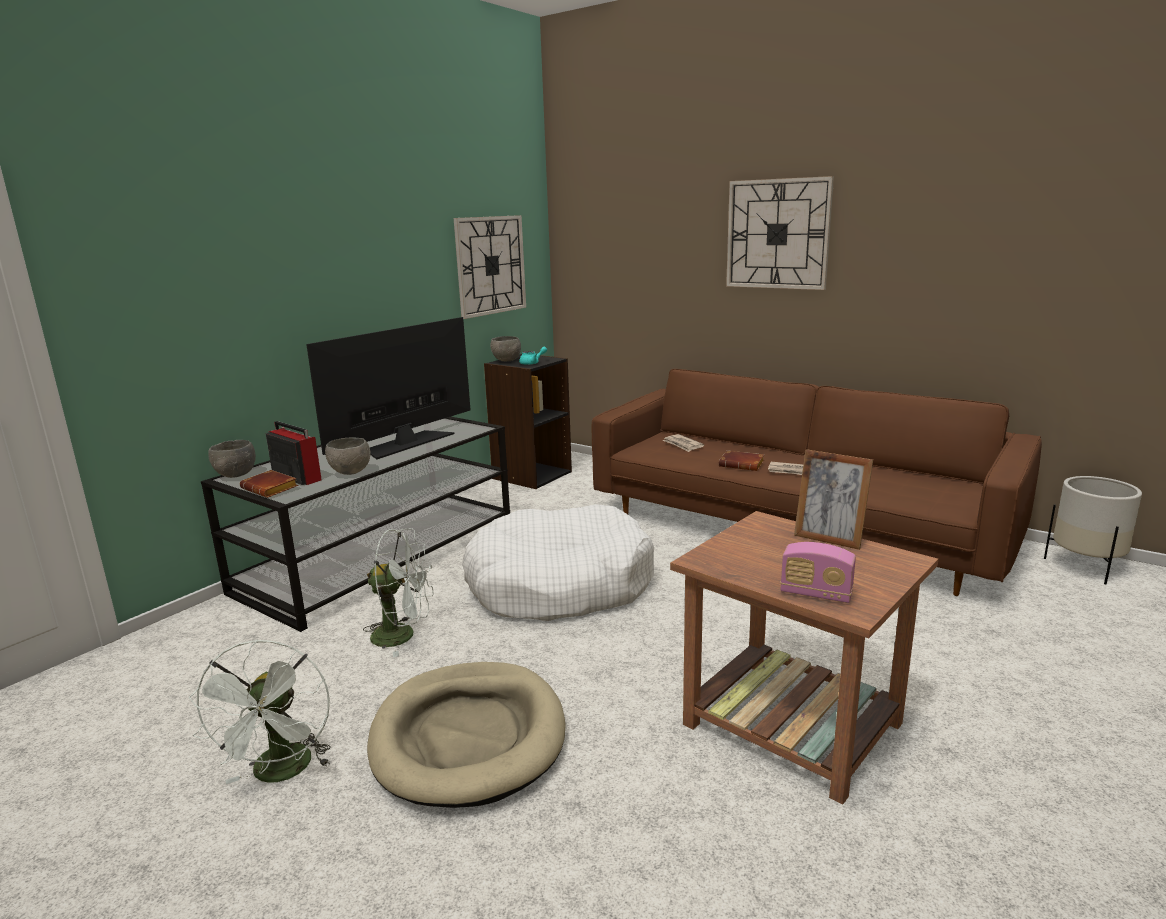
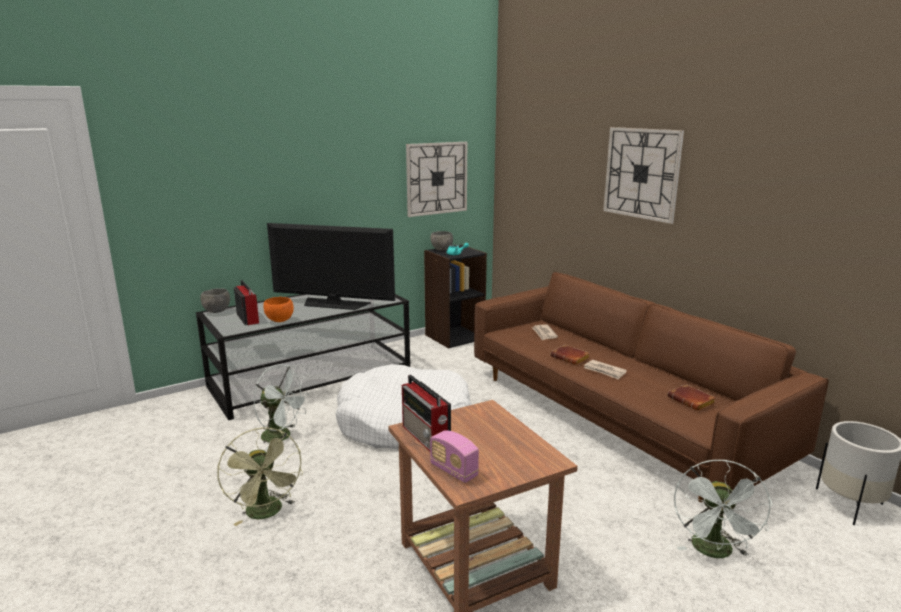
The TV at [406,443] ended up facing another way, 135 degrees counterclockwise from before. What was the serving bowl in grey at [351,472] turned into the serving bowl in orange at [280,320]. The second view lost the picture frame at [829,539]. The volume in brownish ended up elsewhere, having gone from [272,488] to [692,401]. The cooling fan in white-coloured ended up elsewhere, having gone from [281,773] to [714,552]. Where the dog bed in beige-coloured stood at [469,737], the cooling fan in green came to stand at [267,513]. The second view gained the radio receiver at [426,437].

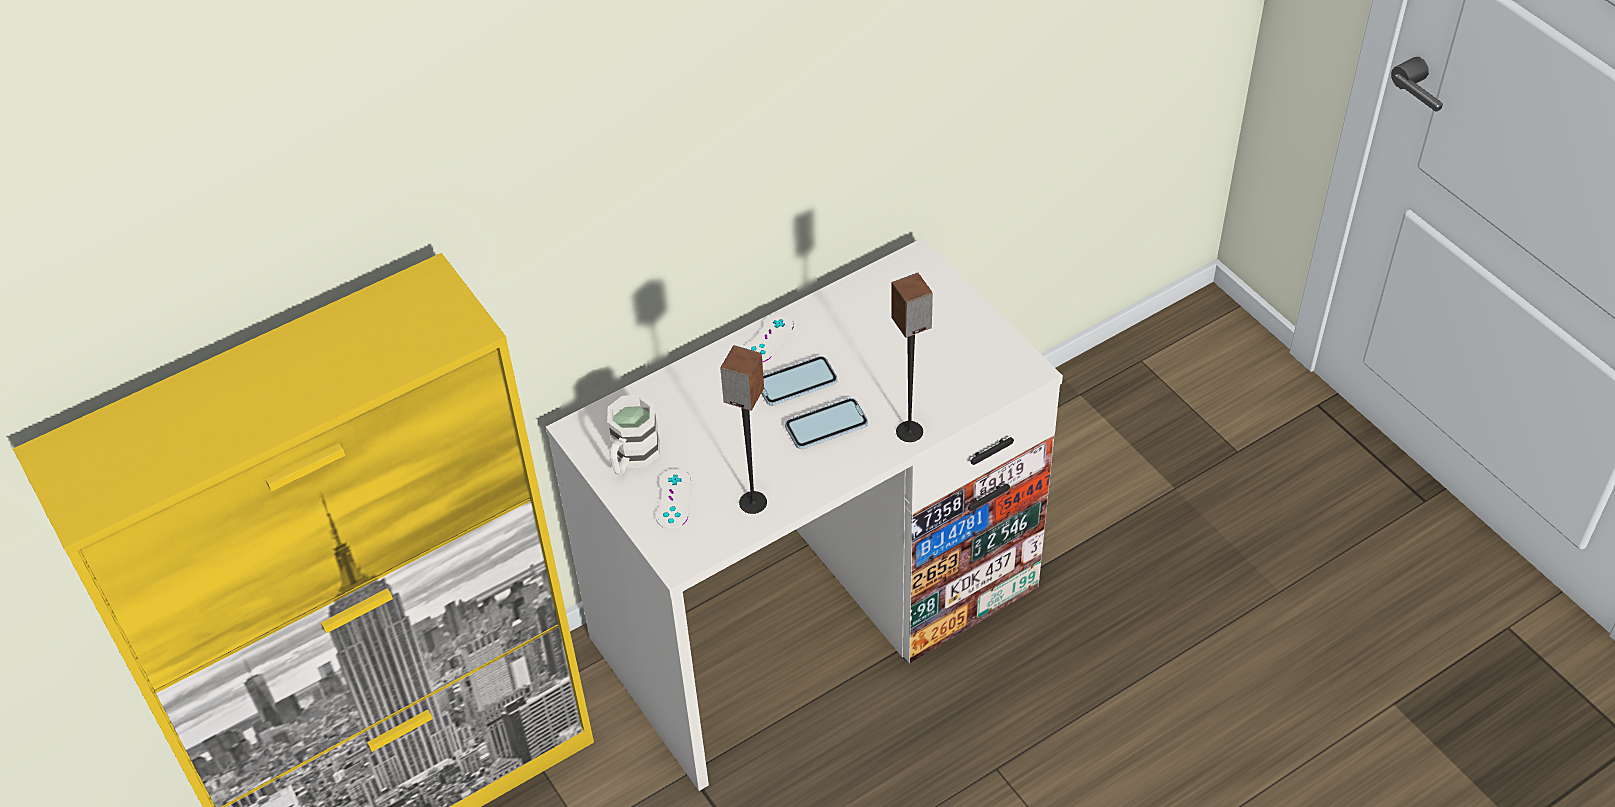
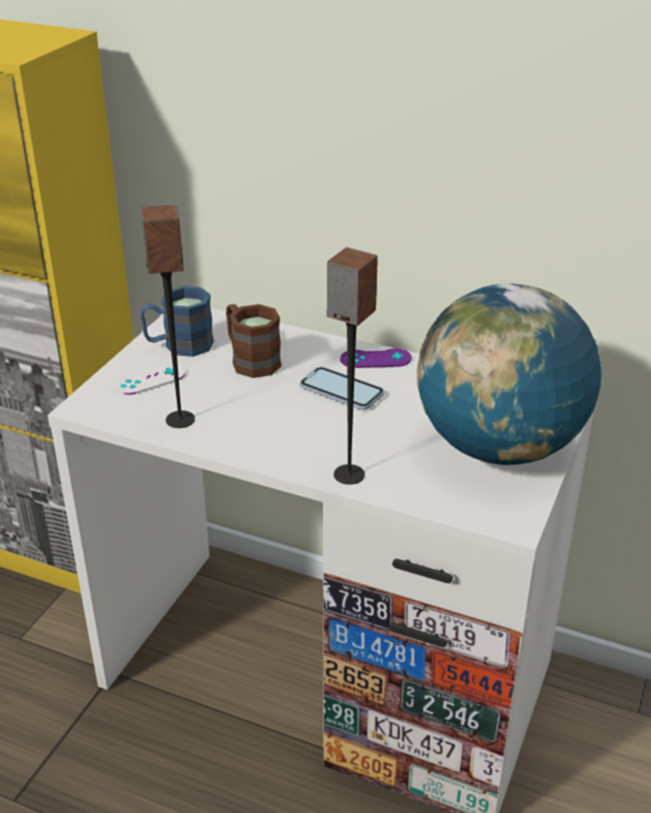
What was the gamepad in white-coloured at [768,338] turned into the gamepad in purple-coloured at [375,359]. What was the coffee mug in white-coloured at [632,457] turned into the coffee mug in bluish at [179,345]. The second view lost the handset at [826,425]. The second view gained the globe at [499,448]. The second view gained the coffee mug in brownish at [250,359].

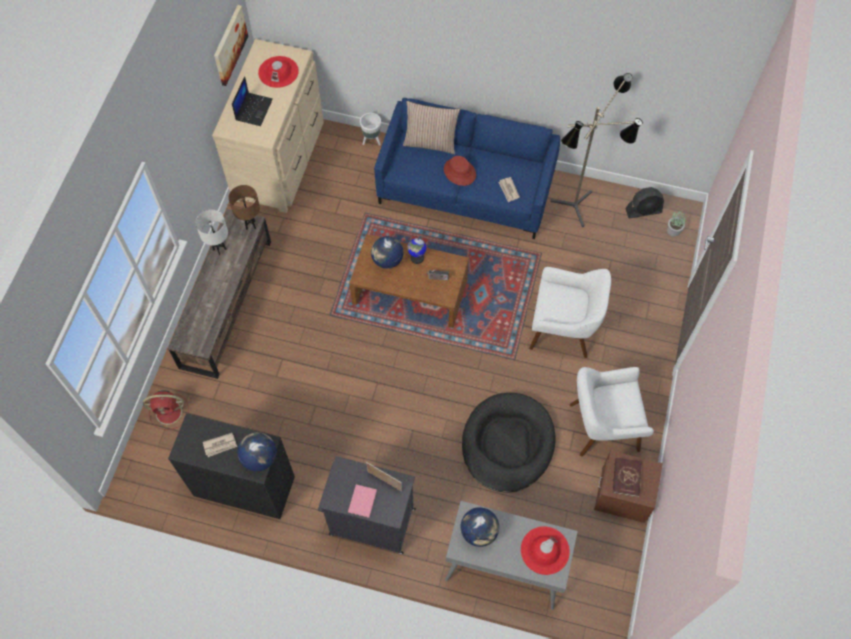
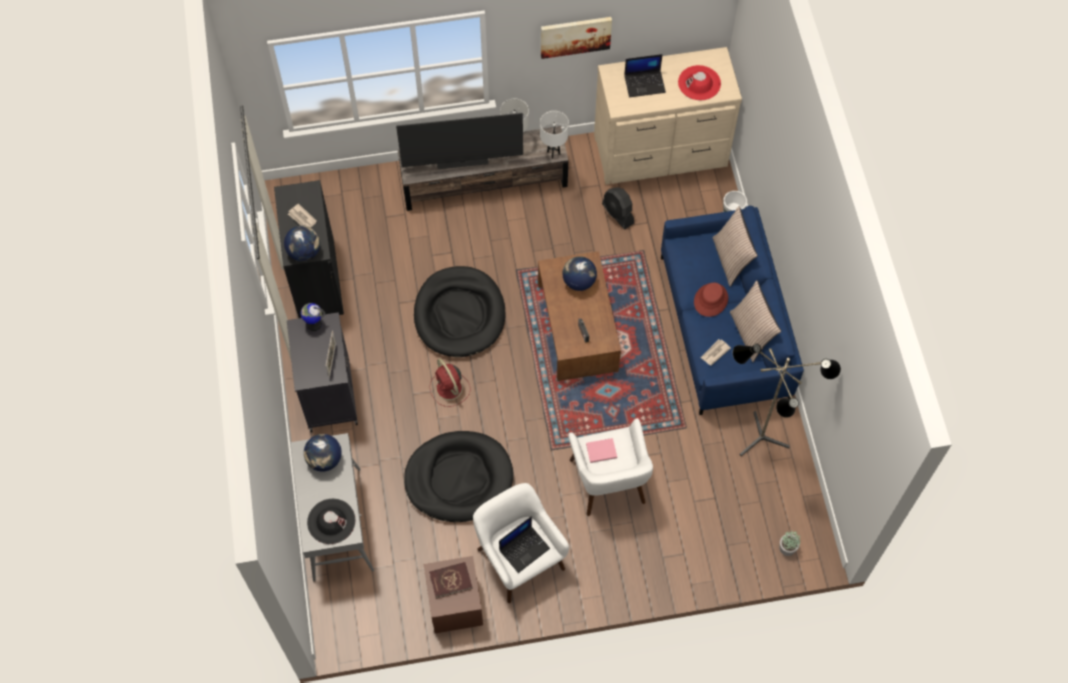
The wall art ended up elsewhere, having gone from [229,45] to [575,36]. What was the lamp for a table in brownish at [251,225] turned into the lamp for a table in white-coloured at [553,153]. The cooling fan in blackish ended up elsewhere, having gone from [643,211] to [618,214]. The globe ended up elsewhere, having gone from [417,258] to [314,324]. The cooling fan in red-coloured ended up elsewhere, having gone from [170,412] to [449,389]. The volume in pinkish ended up elsewhere, having gone from [362,502] to [600,450]. What was the wearable hat in red-coloured at [544,550] turned into the wearable hat in blackish at [331,521]. The second view gained the TV at [462,162]. The second view gained the dog bed in blackish at [459,314]. The second view gained the cushion at [751,334]. The second view gained the notebook computer at [524,548].

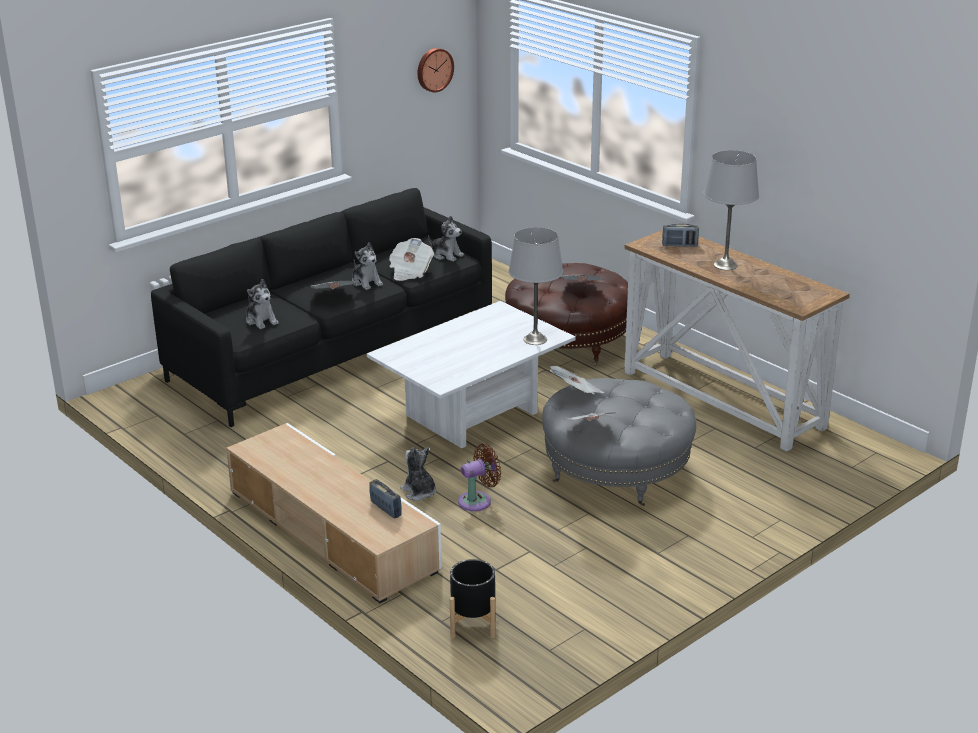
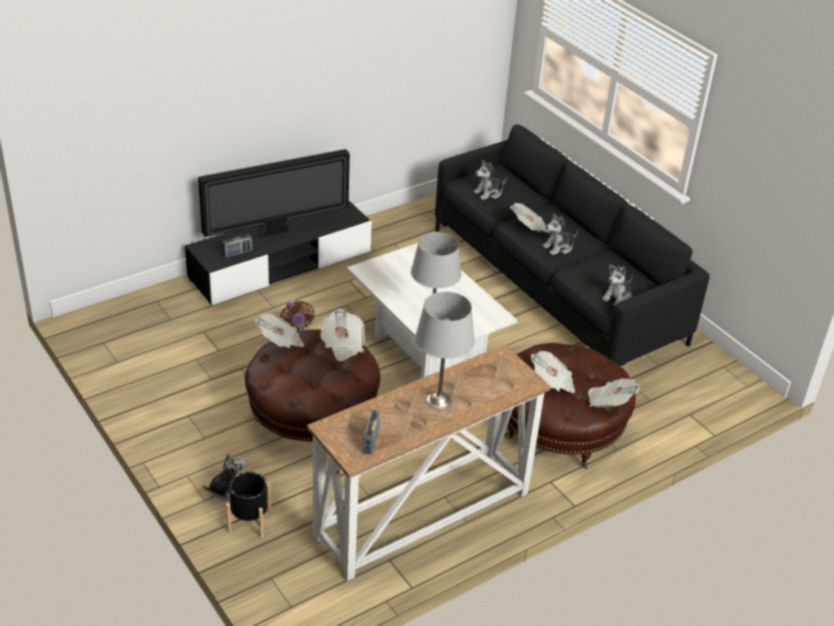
The second view lost the clock on the wall at [434,69]. The radio receiver ended up elsewhere, having gone from [679,245] to [370,440]. The newspaper ended up elsewhere, having gone from [410,272] to [609,402]. What was the ottoman in grey at [616,471] turned into the ottoman in brownish at [313,415]. What was the tv unit in beige-coloured at [332,530] turned into the tv unit in blackish at [280,265]. The plush toy ended up elsewhere, having gone from [419,492] to [227,490]. The plant pot in blackish ended up elsewhere, having gone from [472,623] to [249,521]. The second view gained the TV at [277,232].

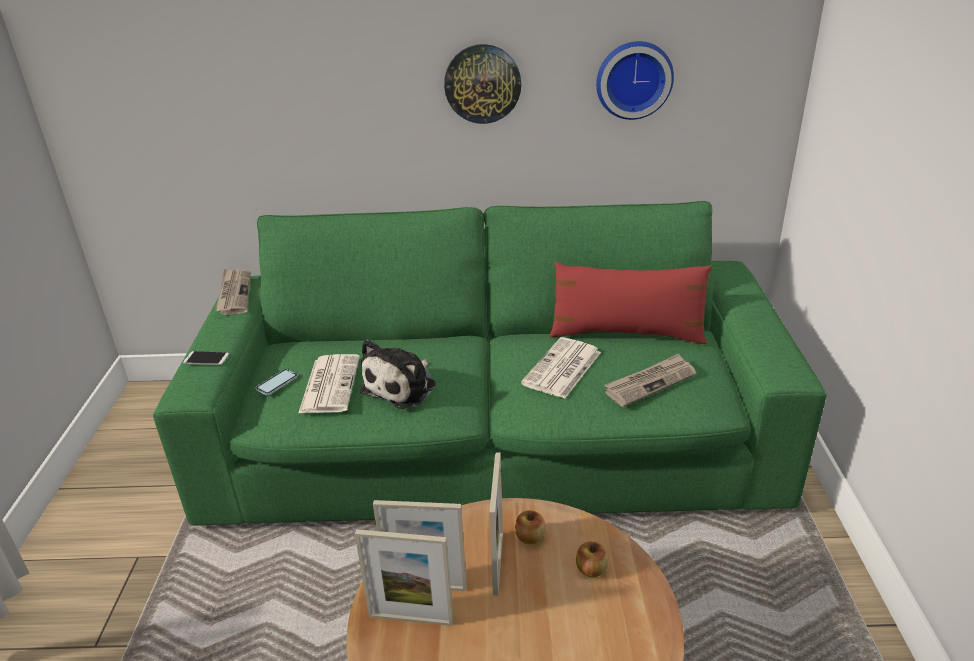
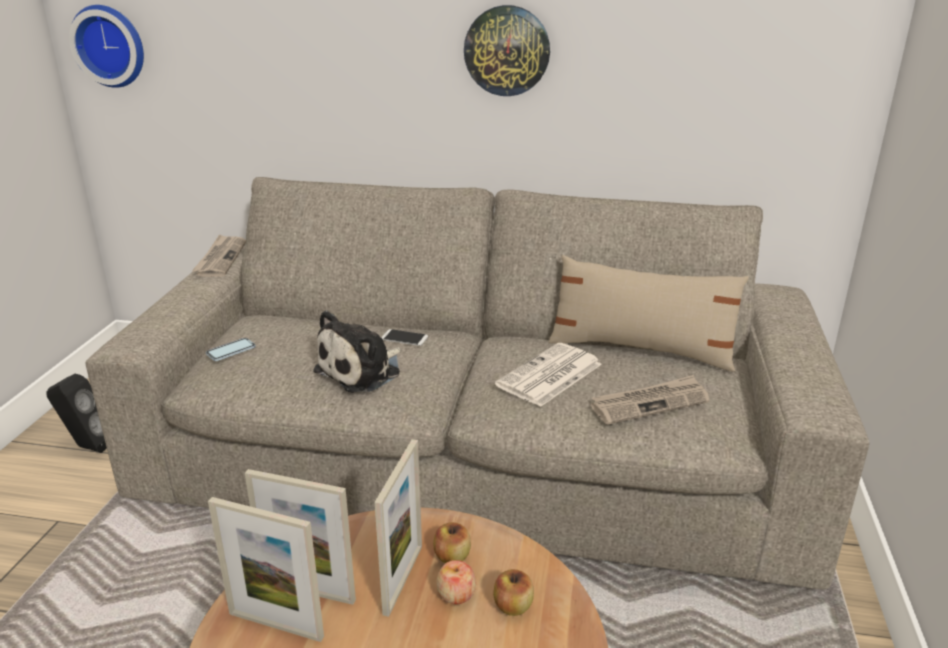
The clock on the wall ended up elsewhere, having gone from [633,79] to [111,45]. What was the couch in green at [491,443] turned into the couch in beige-coloured at [474,462]. What was the cushion in red-coloured at [626,333] turned into the cushion in beige-coloured at [640,349]. The handset ended up elsewhere, having gone from [206,359] to [404,338]. The second view lost the newspaper at [329,384]. The second view gained the audio speaker in blackish at [88,447]. The second view gained the apple fruit at [456,594].

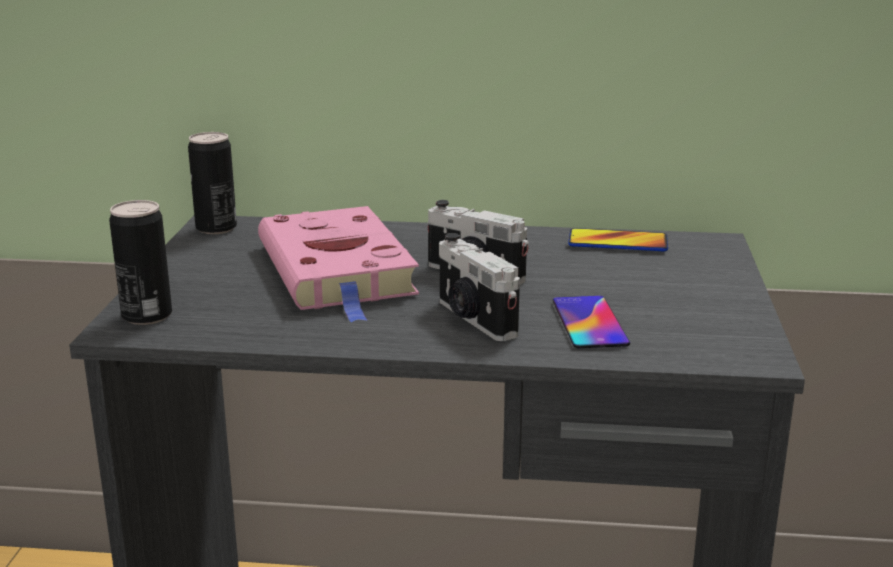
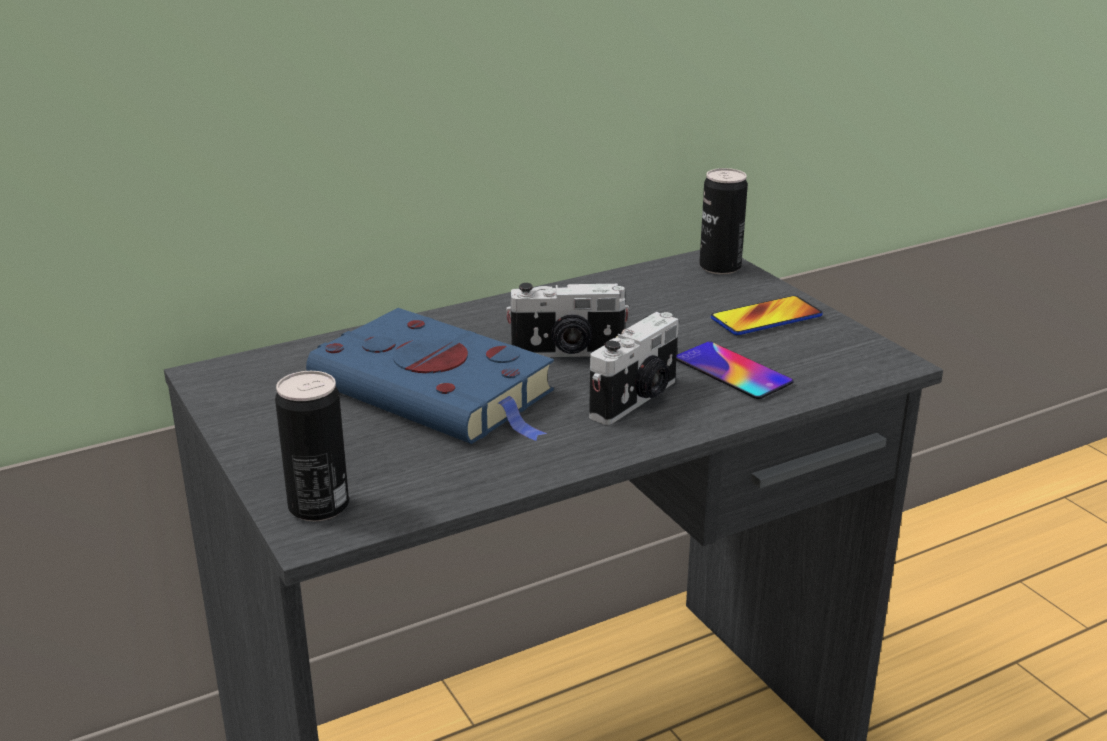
The can ended up elsewhere, having gone from [216,228] to [720,267]. What was the volume in pinkish at [338,272] turned into the volume in bluish at [438,390]. The handset ended up elsewhere, having gone from [617,242] to [766,318]. The photo camera at [474,319] ended up facing another way, 75 degrees counterclockwise from before.

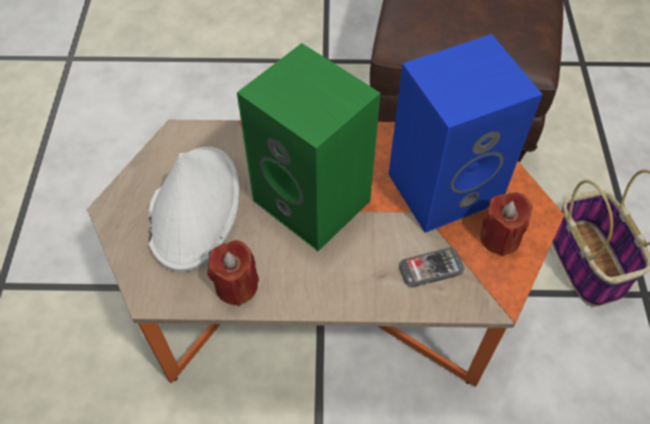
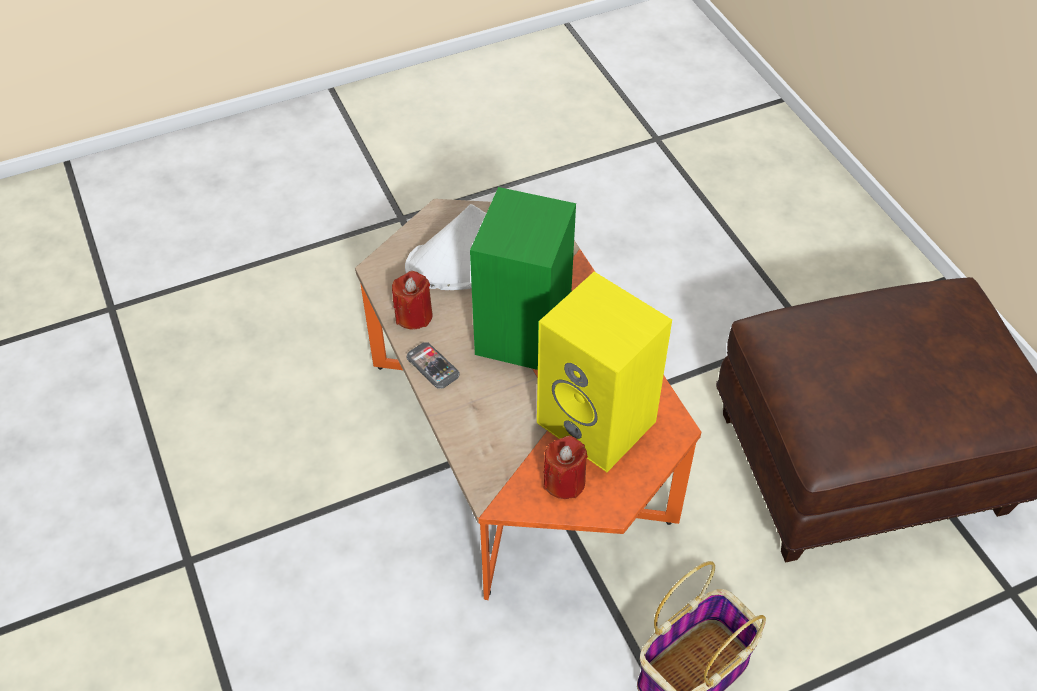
What was the audio speaker in bluish at [445,185] turned into the audio speaker in yellowish at [600,422]. The handset ended up elsewhere, having gone from [431,268] to [433,366].

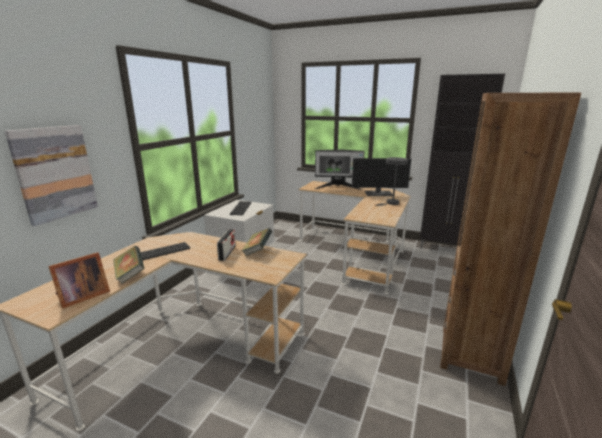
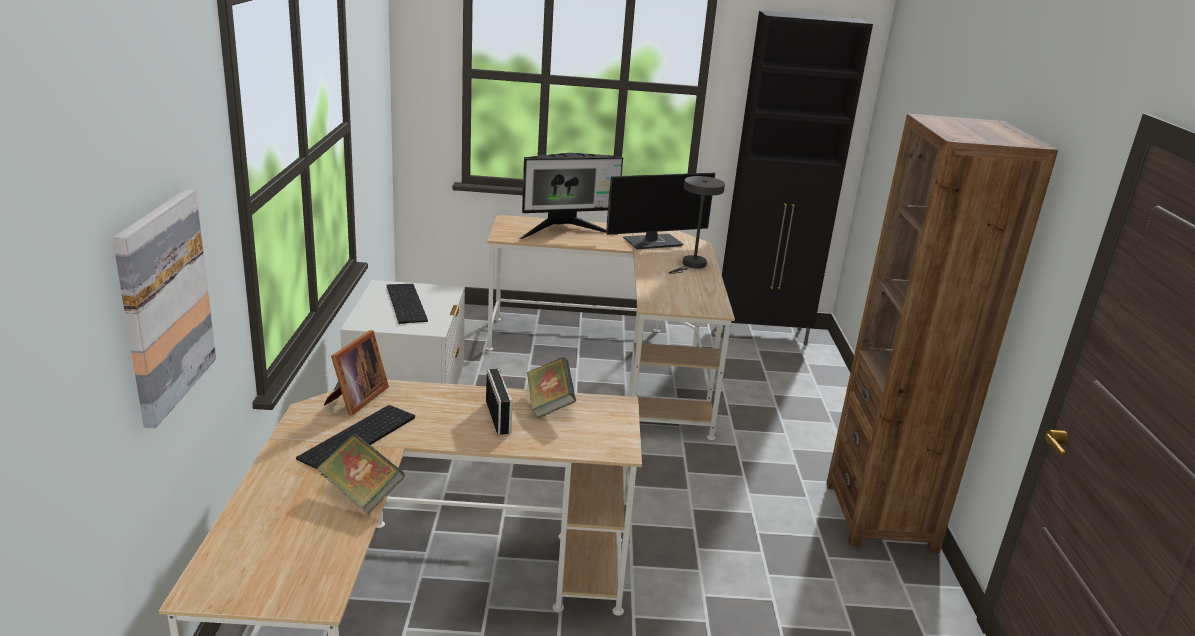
The picture frame ended up elsewhere, having gone from [82,297] to [355,399].

